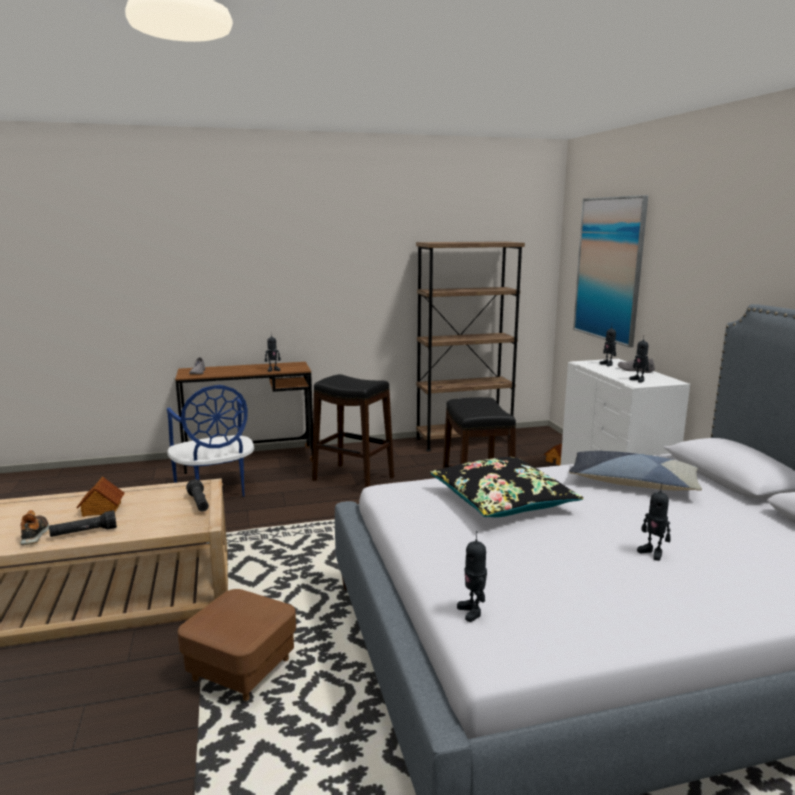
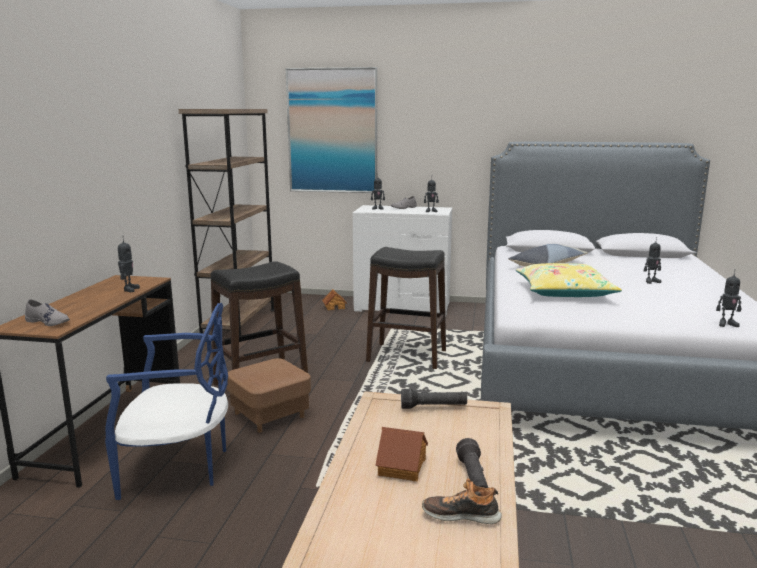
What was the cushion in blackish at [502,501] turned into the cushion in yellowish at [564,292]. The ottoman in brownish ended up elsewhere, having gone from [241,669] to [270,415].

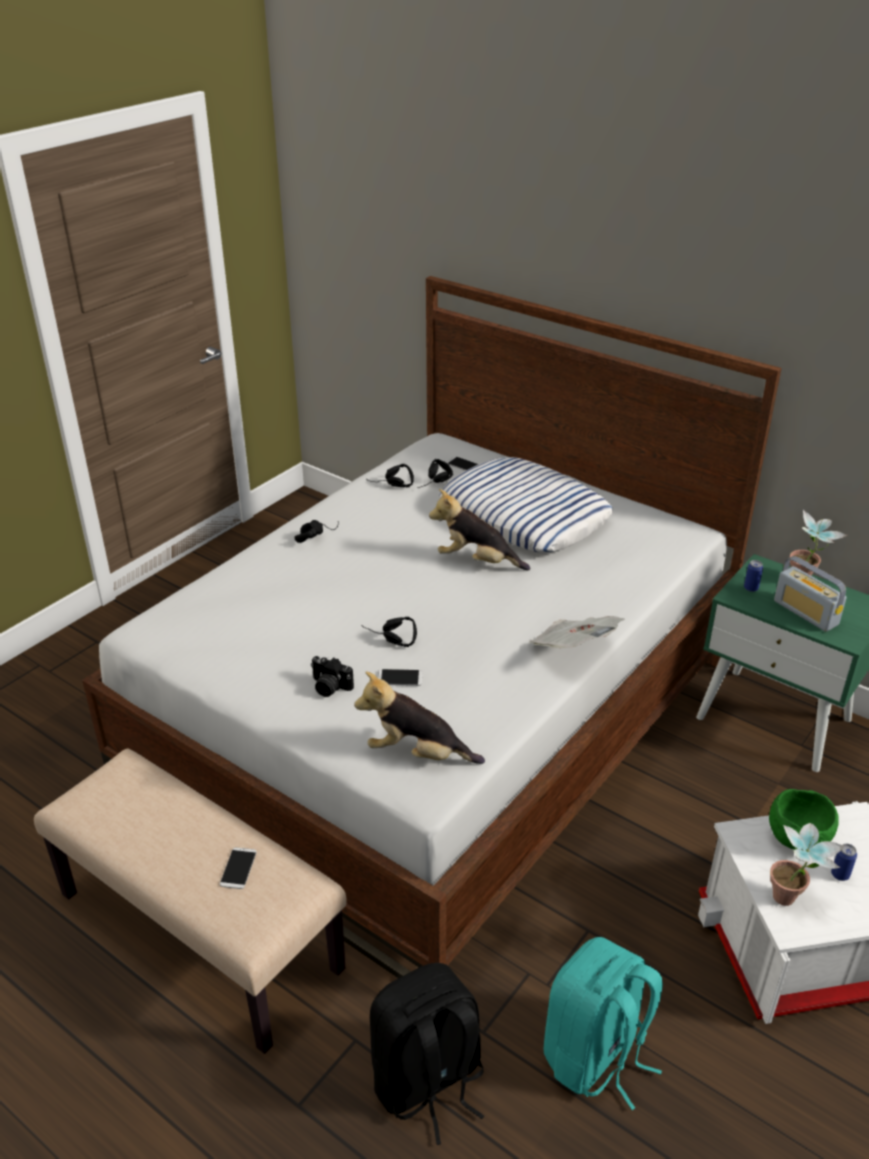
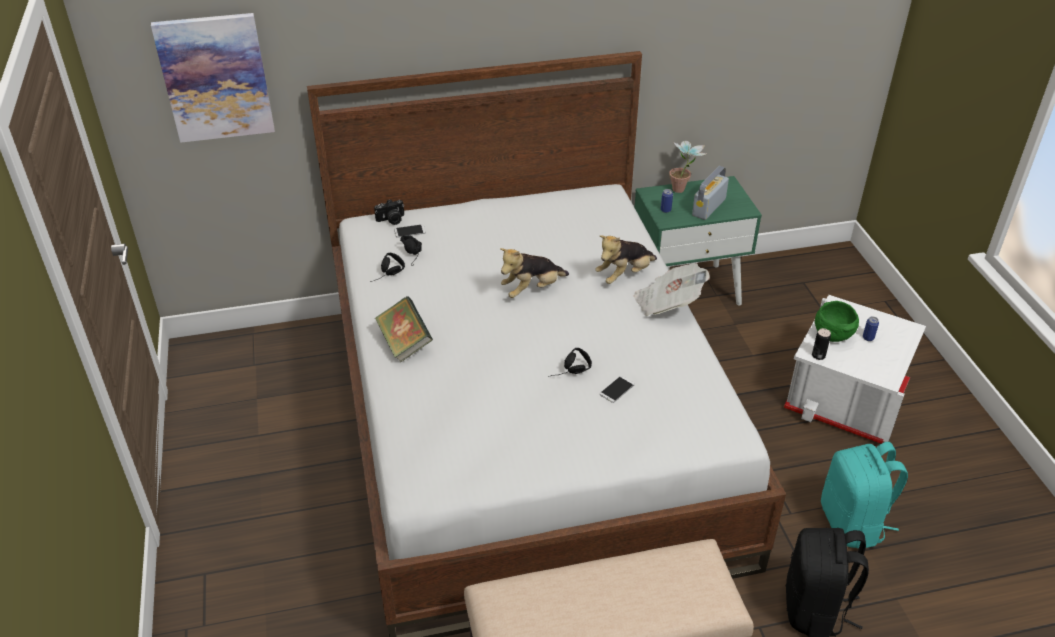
The second view lost the cushion at [525,515]. Where the headset in blackish stood at [315,535], the volume came to stand at [405,343]. The radio receiver at [805,613] ended up facing another way, 120 degrees clockwise from before. The photo camera ended up elsewhere, having gone from [329,687] to [391,220]. The plush toy ended up elsewhere, having gone from [417,754] to [624,275]. The second view lost the potted plant at [791,901]. The second view lost the handset at [238,868]. The second view gained the wall art at [215,77]. The second view gained the can at [818,355].

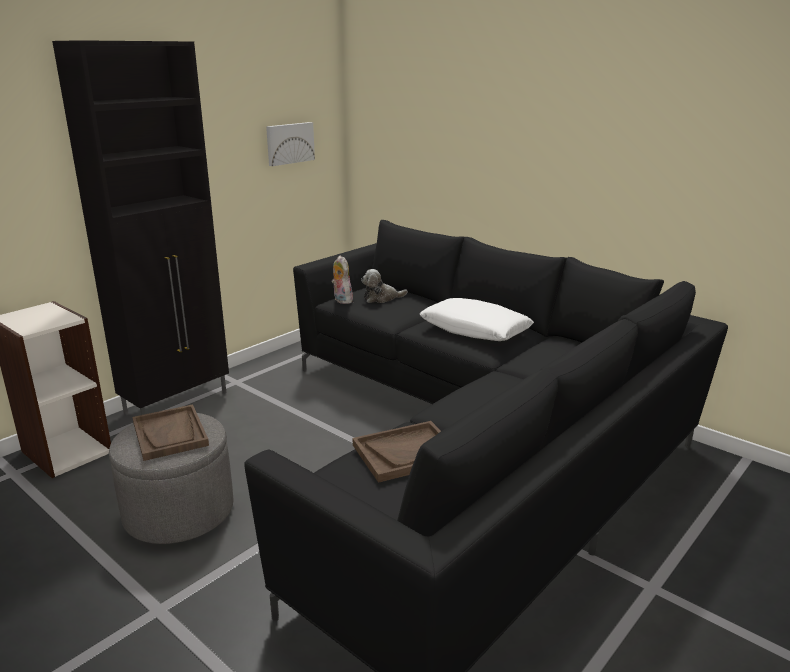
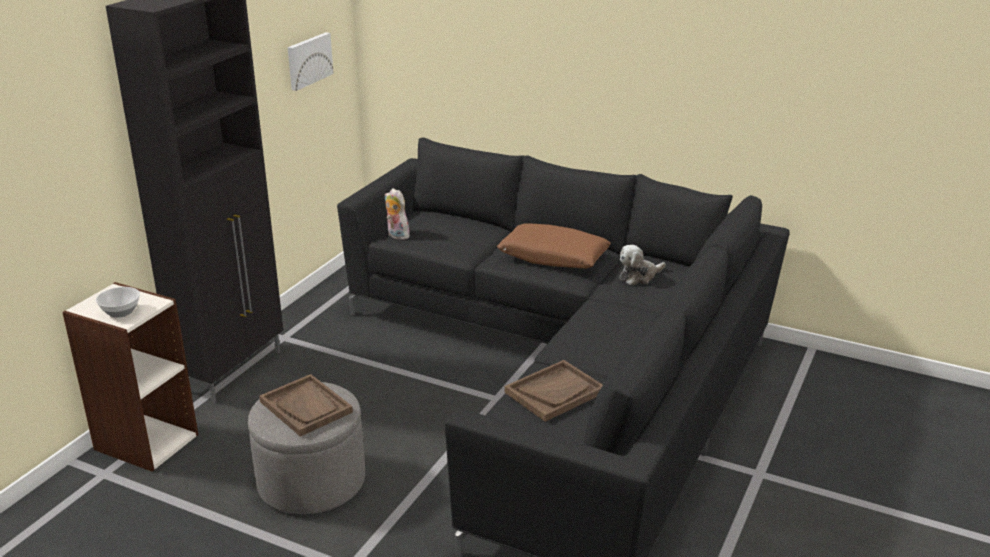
The plush toy ended up elsewhere, having gone from [381,298] to [639,276]. What was the cushion in white-coloured at [475,330] turned into the cushion in brownish at [553,257]. The second view gained the serving bowl at [120,312].

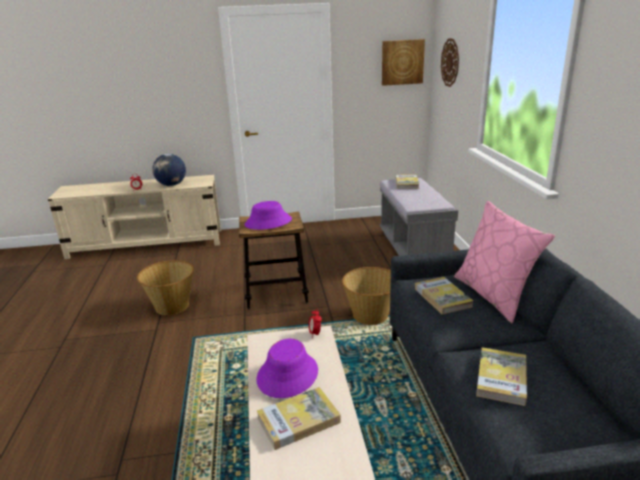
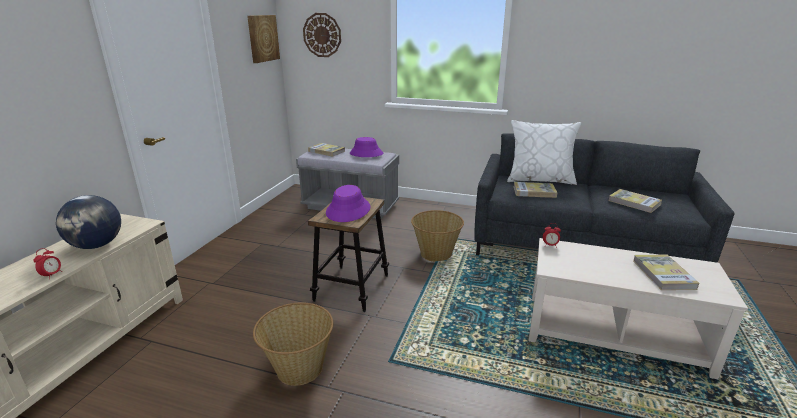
What was the cushion in pinkish at [494,295] turned into the cushion in white-coloured at [540,180]. The wearable hat in purple-coloured ended up elsewhere, having gone from [287,375] to [366,153].

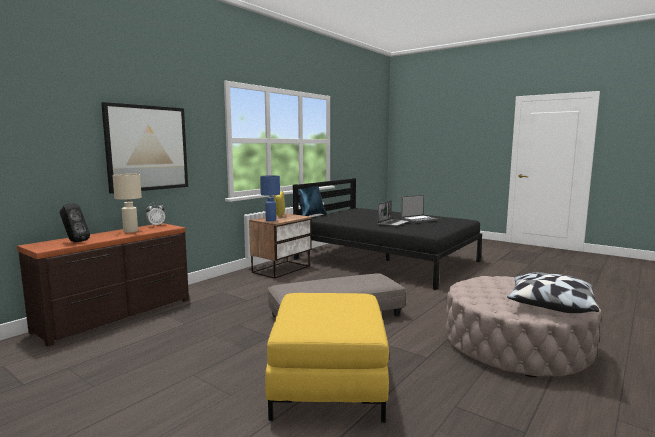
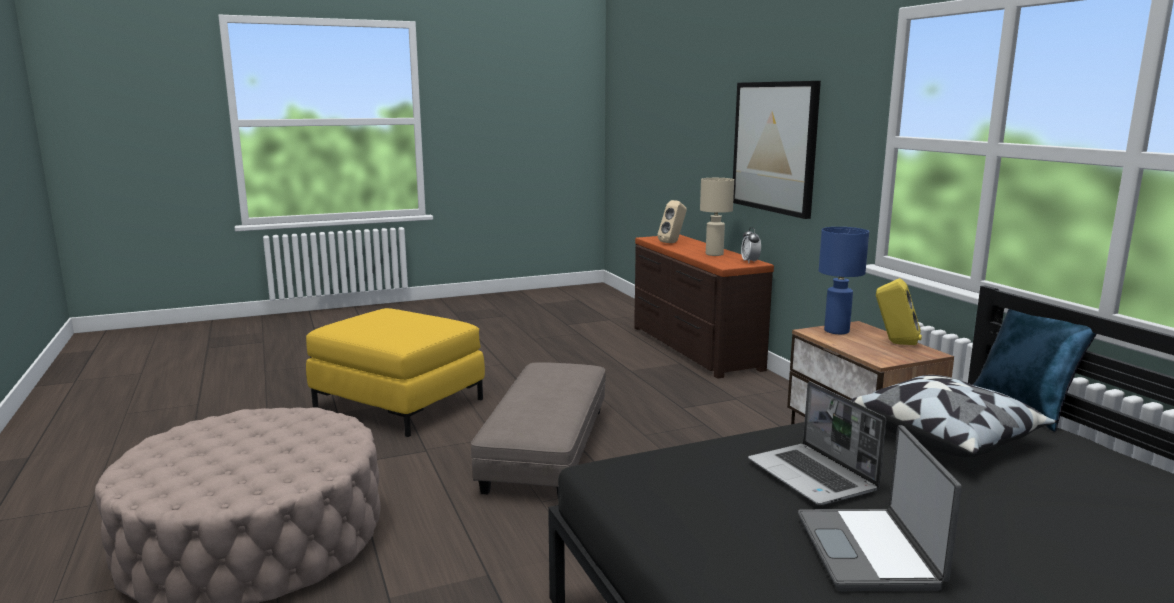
What was the audio speaker in blackish at [74,242] turned into the audio speaker in beige-coloured at [673,243]. The cushion ended up elsewhere, having gone from [549,306] to [946,437].

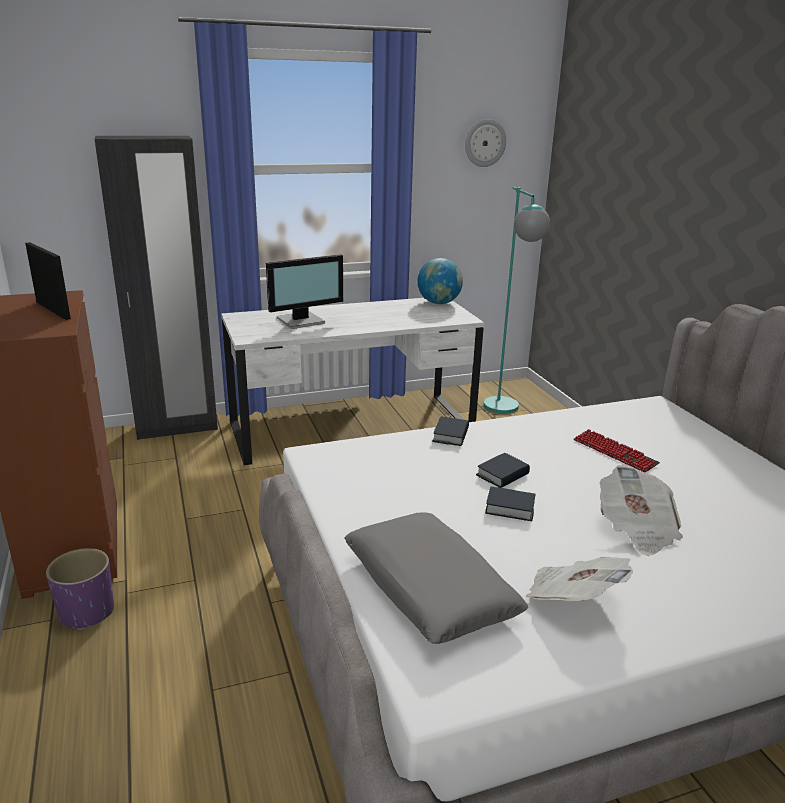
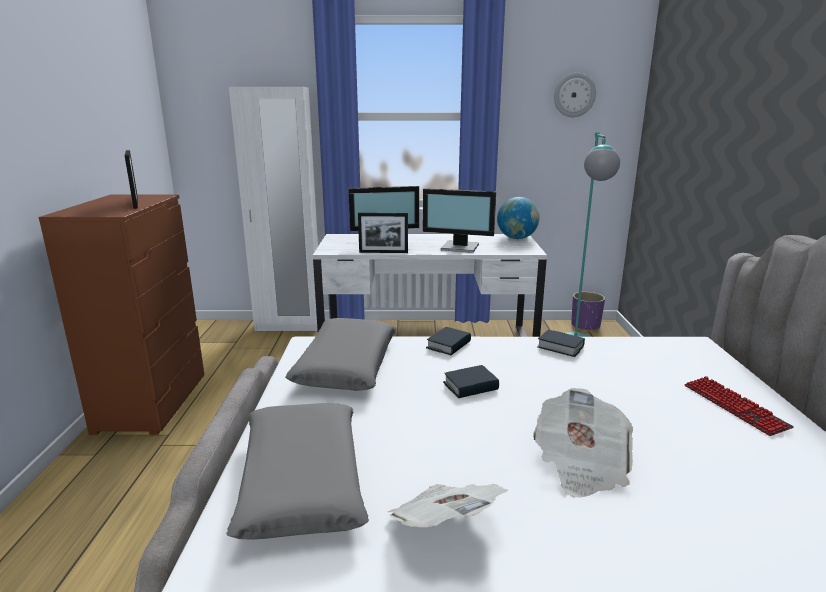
What was the armoire in blackish at [177,428] turned into the armoire in white-coloured at [289,326]. The PC keyboard ended up elsewhere, having gone from [614,452] to [734,406]. The volume ended up elsewhere, having gone from [509,508] to [560,347]. The plant pot in purple-coloured ended up elsewhere, having gone from [87,612] to [585,326]. The second view gained the monitor at [460,248]. The second view gained the picture frame at [383,252]. The second view gained the cushion in grey at [346,366].

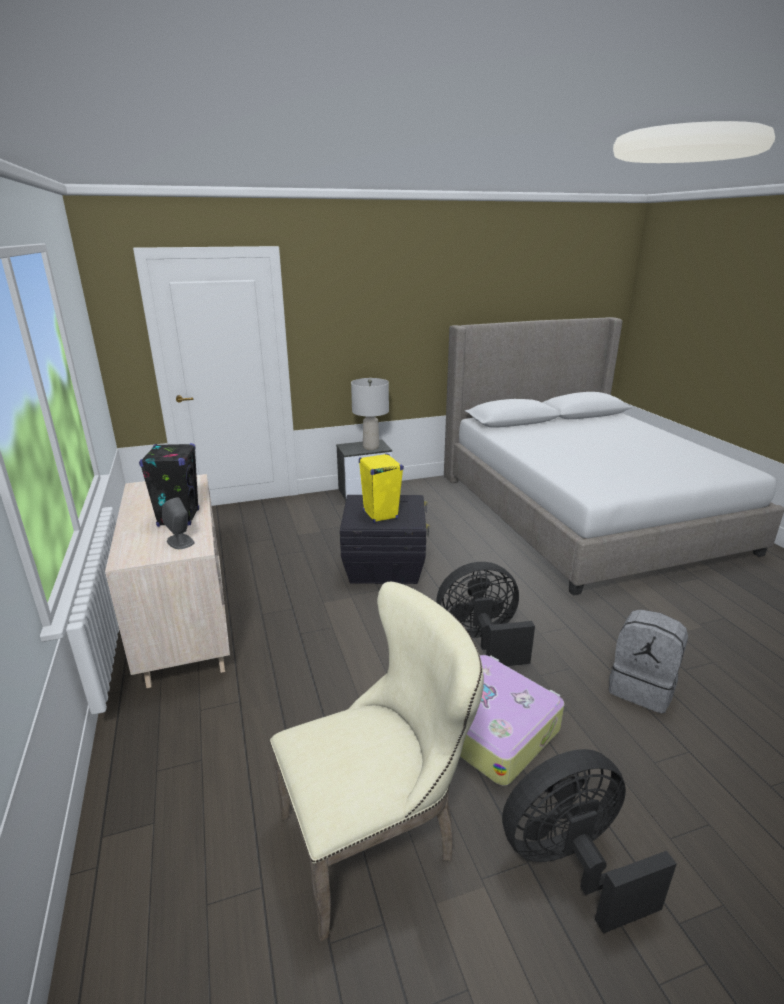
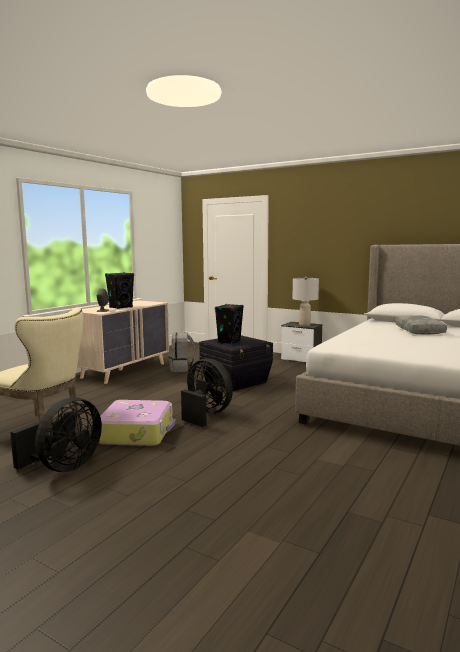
What was the audio speaker in yellowish at [380,514] turned into the audio speaker in blackish at [229,342]. The rucksack in grey ended up elsewhere, having gone from [642,688] to [182,368]. The cooling fan in blackish at [570,863] ended up facing another way, 90 degrees clockwise from before. The second view gained the cushion in grey at [420,331].

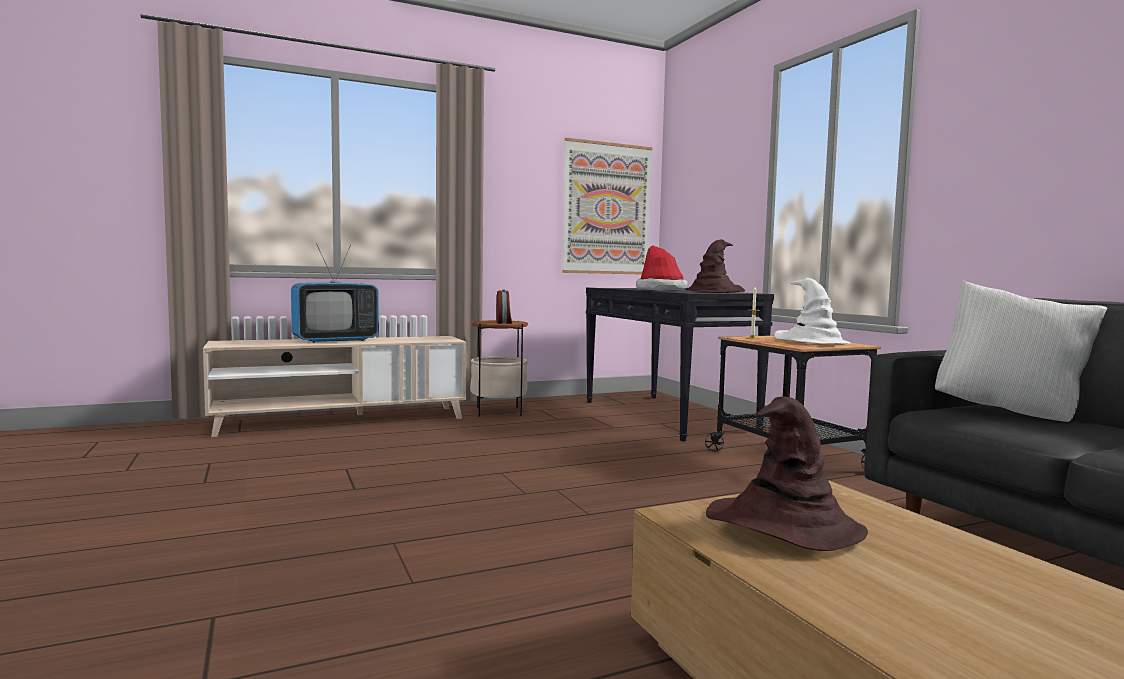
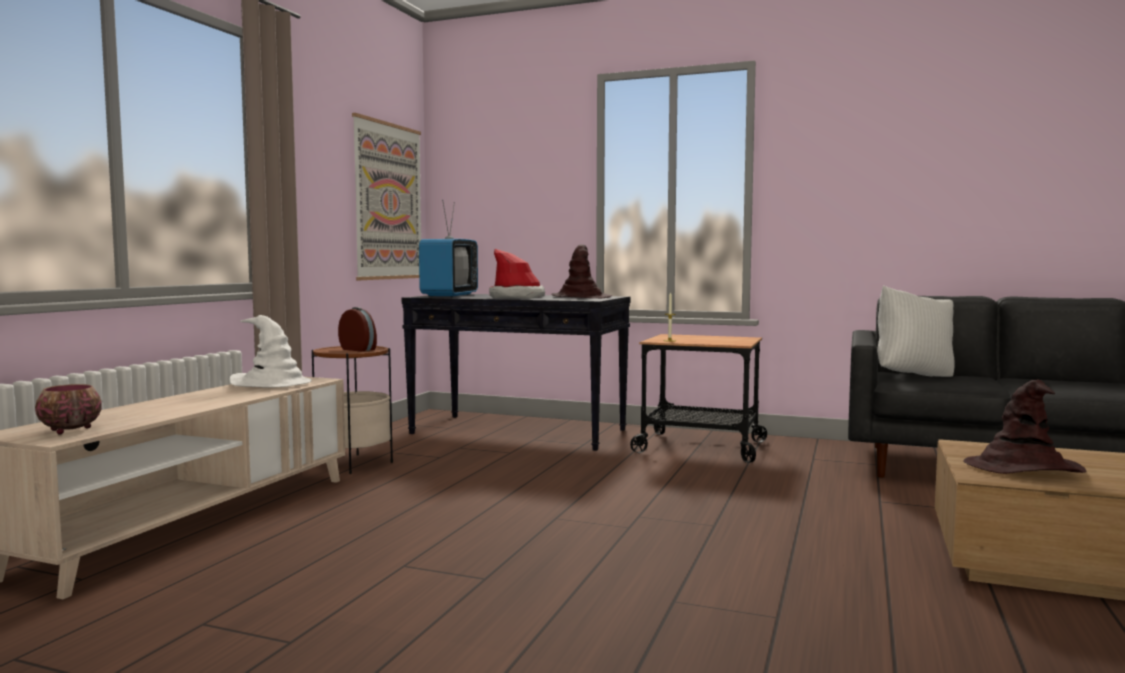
The TV ended up elsewhere, having gone from [335,340] to [449,296]. The wearable hat in white-coloured ended up elsewhere, having gone from [812,342] to [272,384]. The second view gained the serving bowl at [68,430].

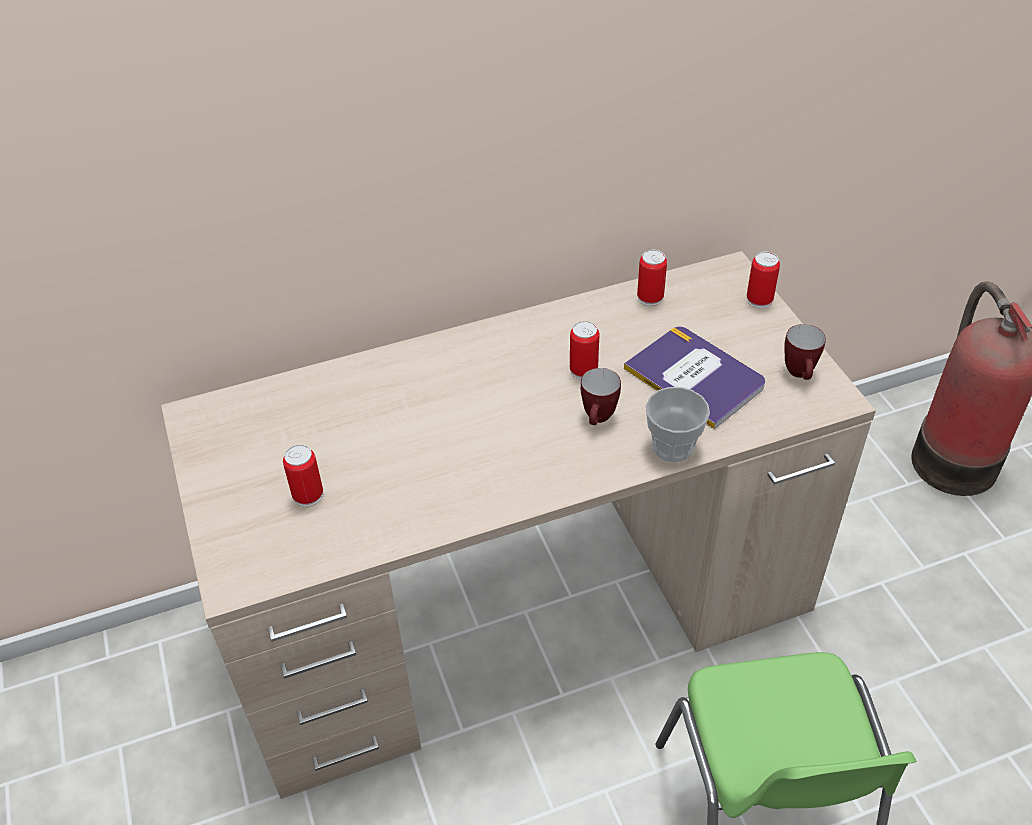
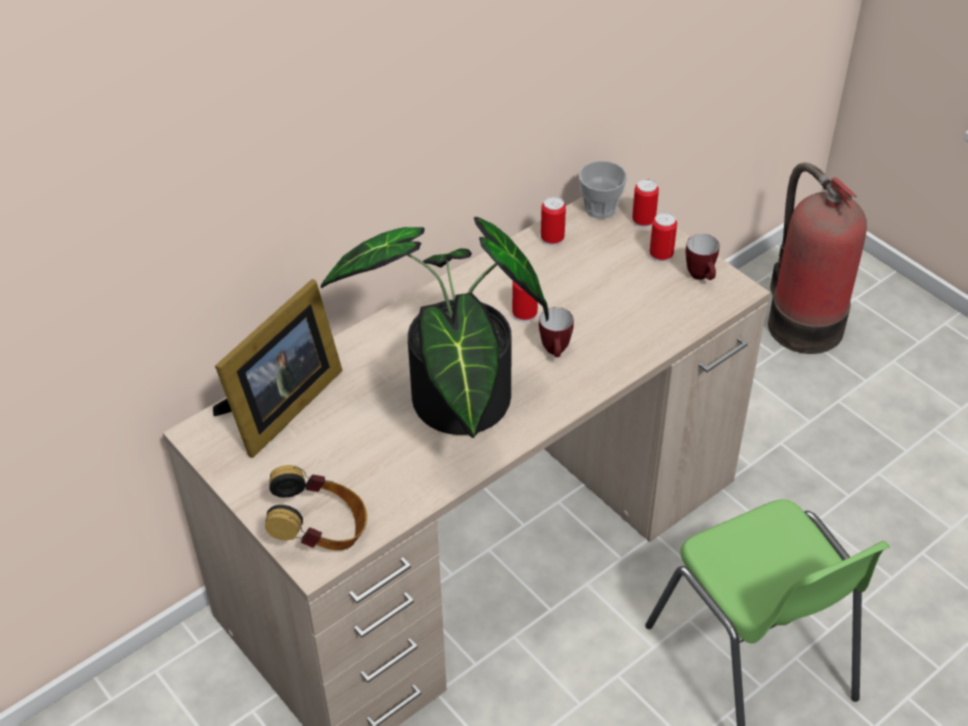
The second view lost the volume at [695,377]. The cup ended up elsewhere, having gone from [673,446] to [600,208]. The can ended up elsewhere, having gone from [308,495] to [661,255]. The second view gained the potted plant at [455,409]. The second view gained the picture frame at [279,408]. The second view gained the headset at [321,532].

